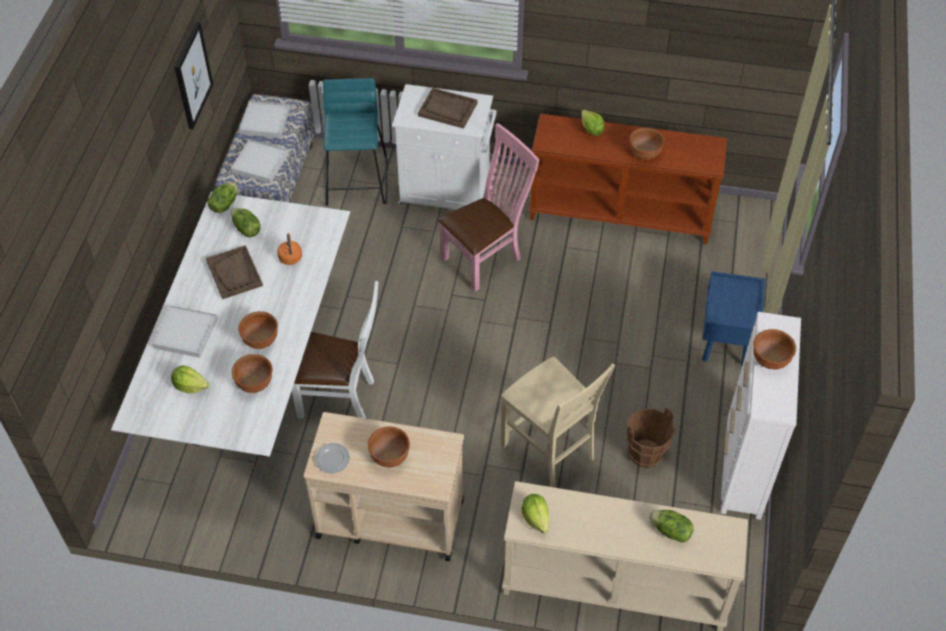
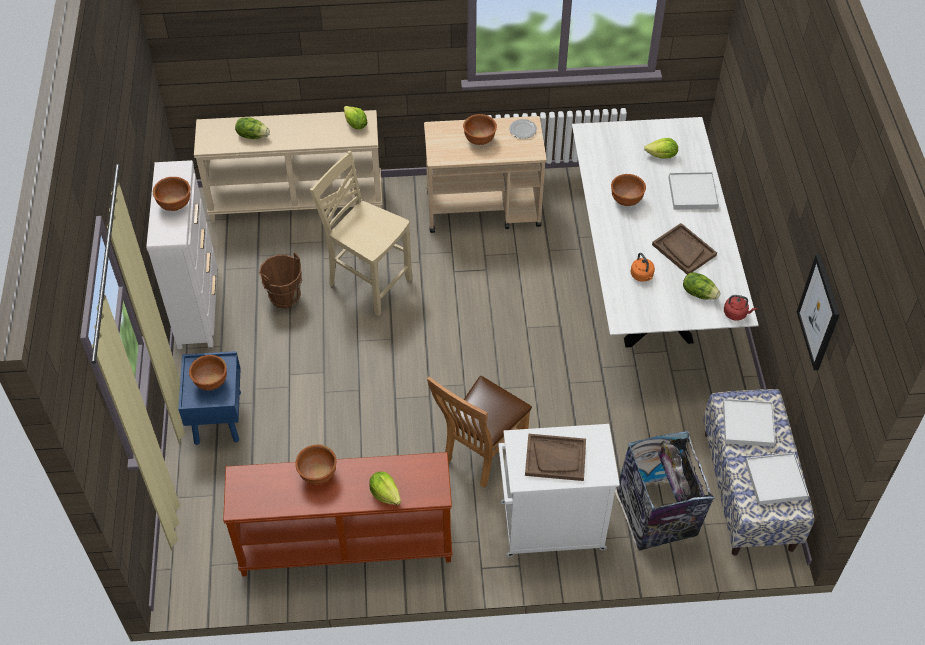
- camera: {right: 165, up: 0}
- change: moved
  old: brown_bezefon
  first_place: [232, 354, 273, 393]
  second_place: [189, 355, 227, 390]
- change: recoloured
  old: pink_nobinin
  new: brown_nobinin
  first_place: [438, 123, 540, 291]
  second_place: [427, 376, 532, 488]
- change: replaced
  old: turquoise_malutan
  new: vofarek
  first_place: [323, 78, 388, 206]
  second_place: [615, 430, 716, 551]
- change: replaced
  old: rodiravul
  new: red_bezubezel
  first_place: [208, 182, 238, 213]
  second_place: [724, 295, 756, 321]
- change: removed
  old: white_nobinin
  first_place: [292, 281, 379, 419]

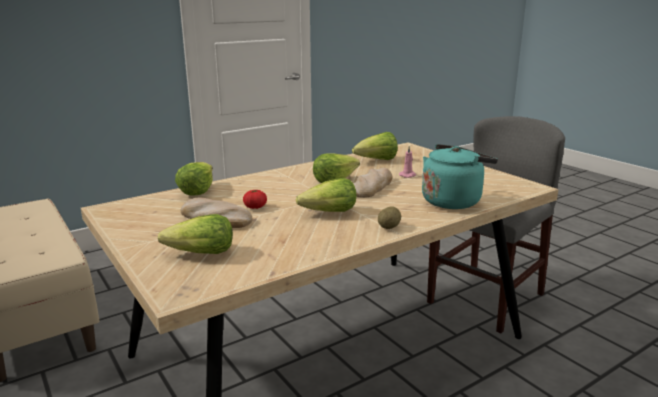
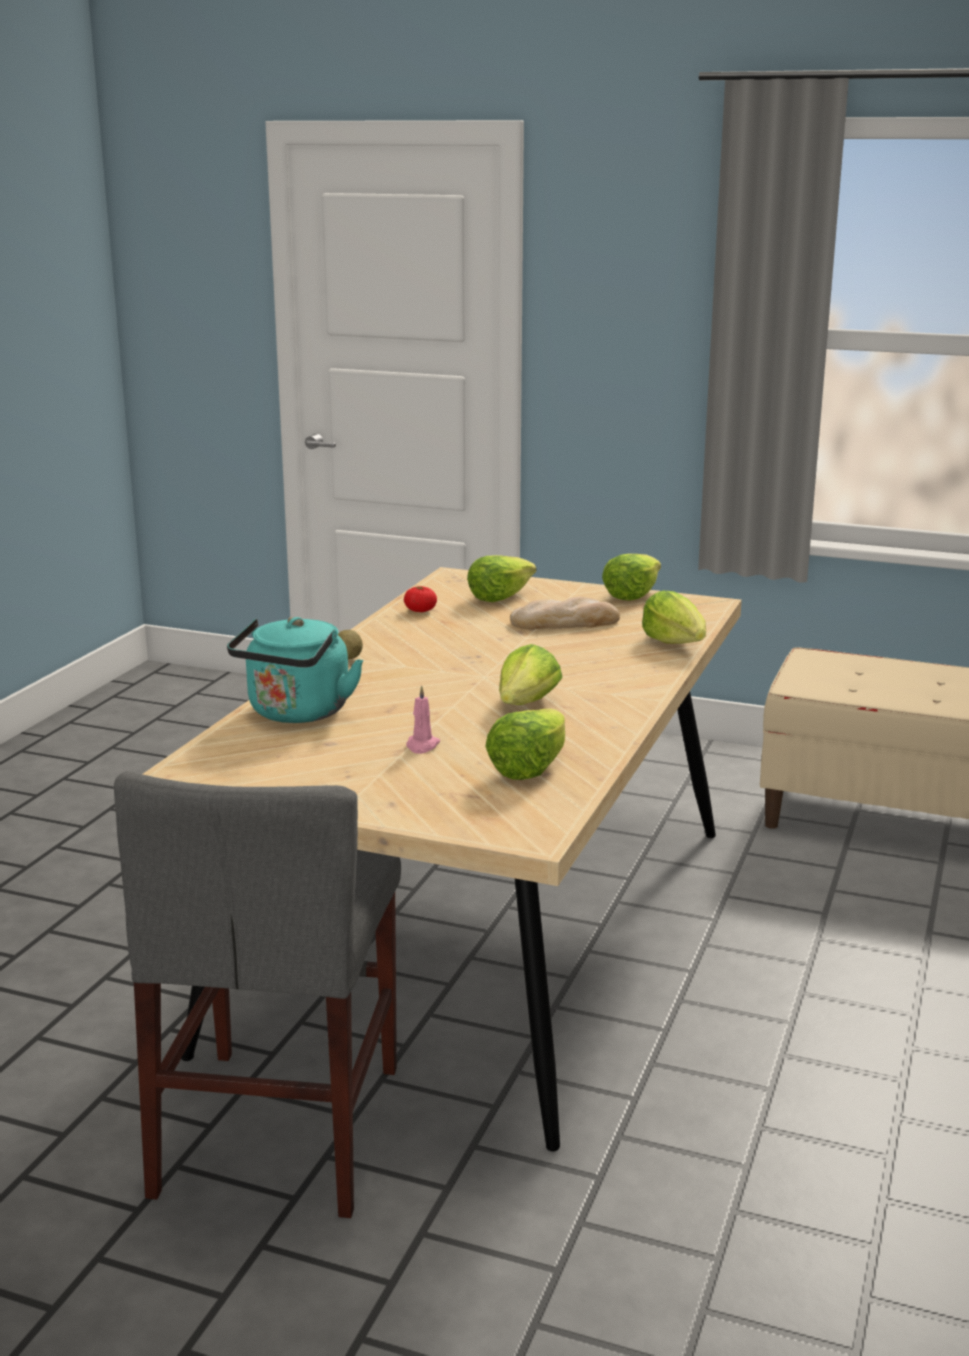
- camera: {right: 145, up: 0}
- change: moved
  old: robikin
  first_place: [243, 190, 267, 209]
  second_place: [404, 586, 437, 612]
- change: moved
  old: rodiravul
  first_place: [296, 178, 356, 212]
  second_place: [602, 554, 661, 600]
- change: removed
  old: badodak
  first_place: [353, 168, 393, 198]

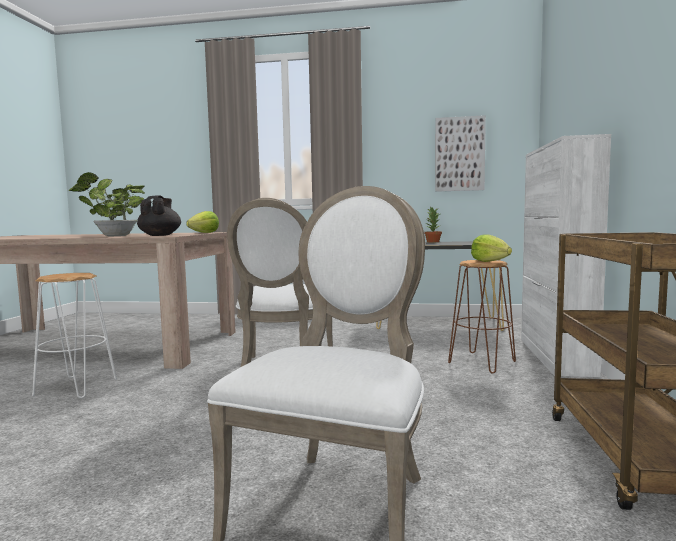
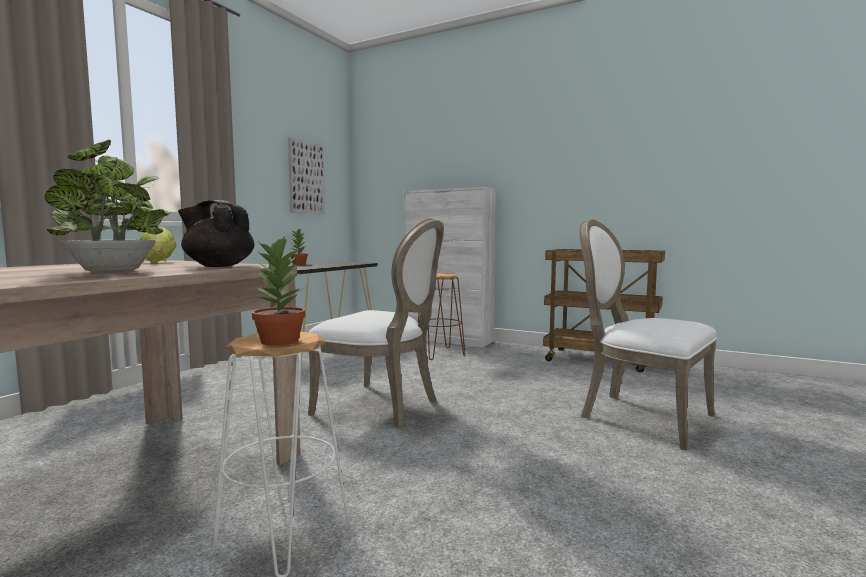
- camera: {right: -70, up: 0}
- change: added
  new: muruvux
  second_place: [252, 235, 305, 345]
- change: removed
  old: rodiravul
  first_place: [471, 234, 512, 262]

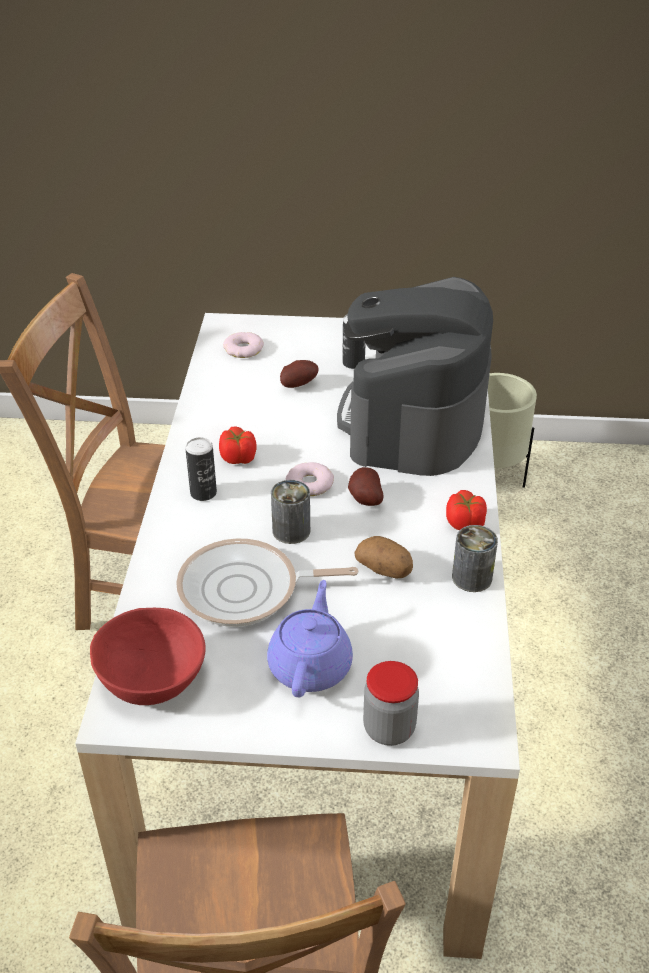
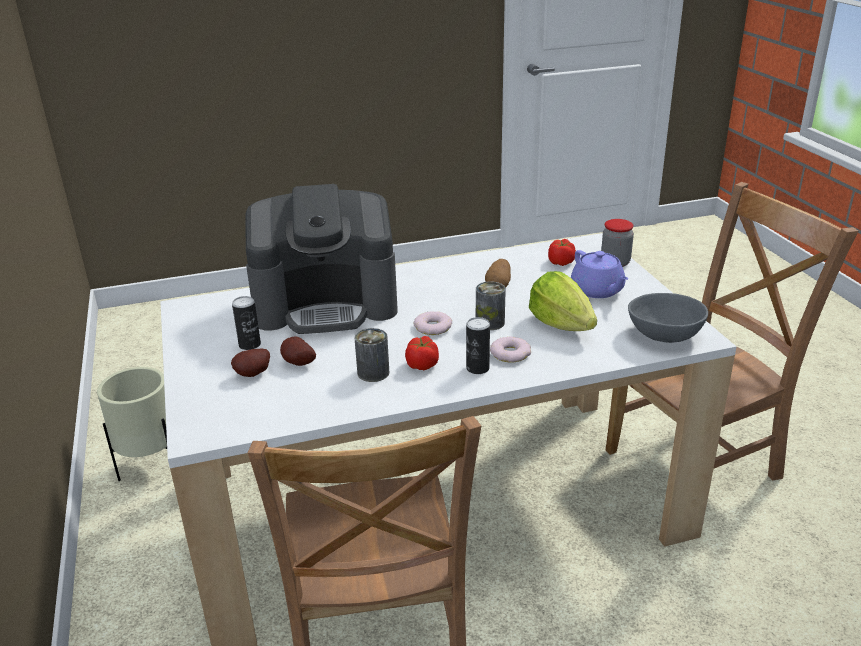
- camera: {right: -110, up: -10}
- change: moved
  old: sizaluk
  first_place: [348, 467, 384, 506]
  second_place: [231, 349, 270, 377]
- change: moved
  old: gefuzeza
  first_place: [452, 525, 498, 592]
  second_place: [355, 328, 389, 382]
- change: moved
  old: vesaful
  first_place: [223, 332, 264, 358]
  second_place: [490, 336, 531, 363]
- change: replaced
  old: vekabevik
  new: rodiravul
  first_place: [176, 538, 359, 627]
  second_place: [529, 271, 597, 331]
- change: moved
  old: robikin
  first_place: [446, 490, 487, 530]
  second_place: [548, 239, 576, 266]
- change: turned
  old: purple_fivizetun
  first_place: [267, 580, 353, 697]
  second_place: [571, 250, 628, 298]
  degrees: -105
- change: recoloured
  old: red_bezefon
  new: grey_bezefon
  first_place: [90, 608, 206, 705]
  second_place: [628, 293, 708, 343]

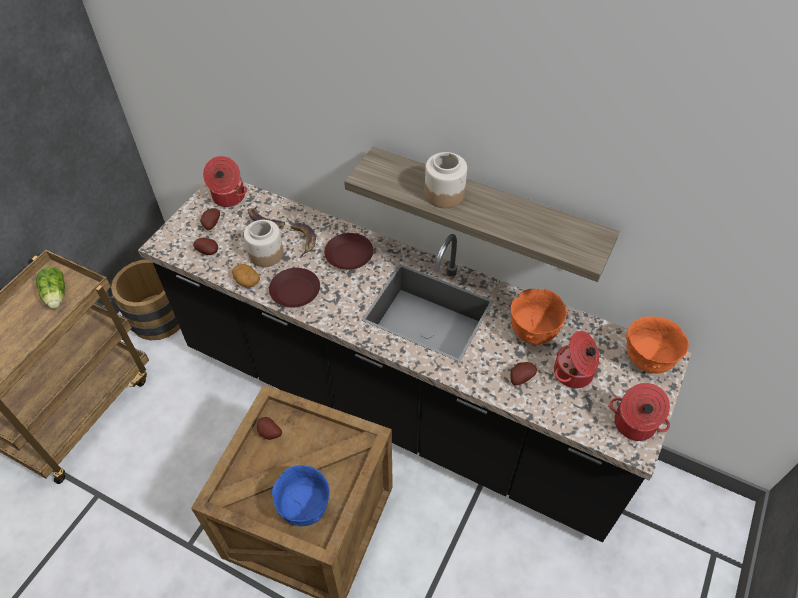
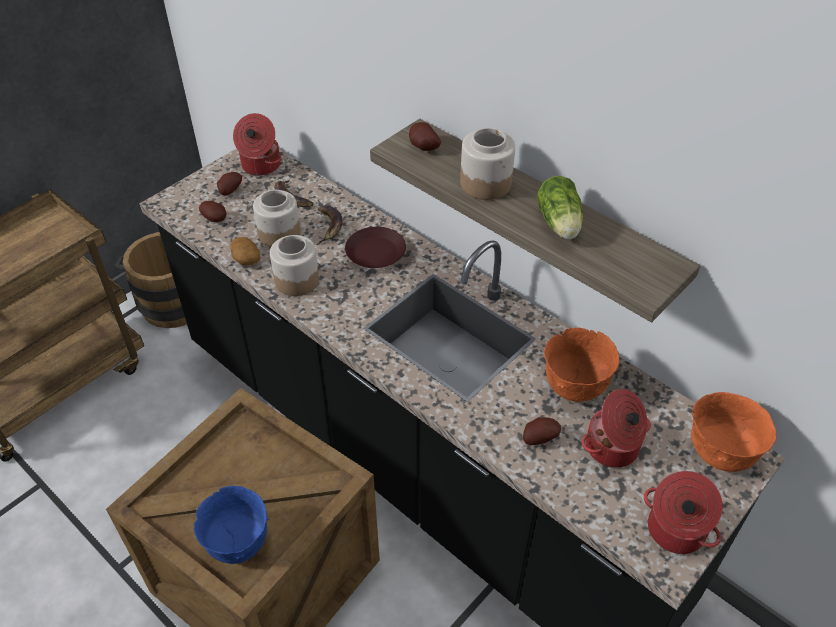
- camera: {right: 15, up: -5}
- change: replaced
  old: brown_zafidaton
  new: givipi
  first_place: [269, 268, 320, 308]
  second_place: [270, 235, 319, 296]
- change: moved
  old: sizaluk
  first_place: [257, 417, 282, 440]
  second_place: [409, 122, 441, 151]
- change: moved
  old: rodiravul
  first_place: [36, 267, 65, 308]
  second_place: [537, 176, 583, 239]

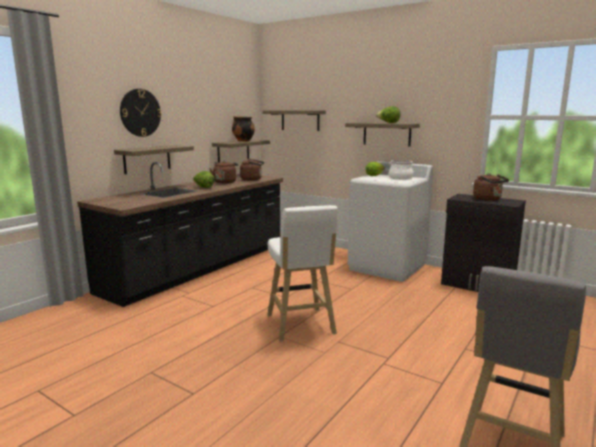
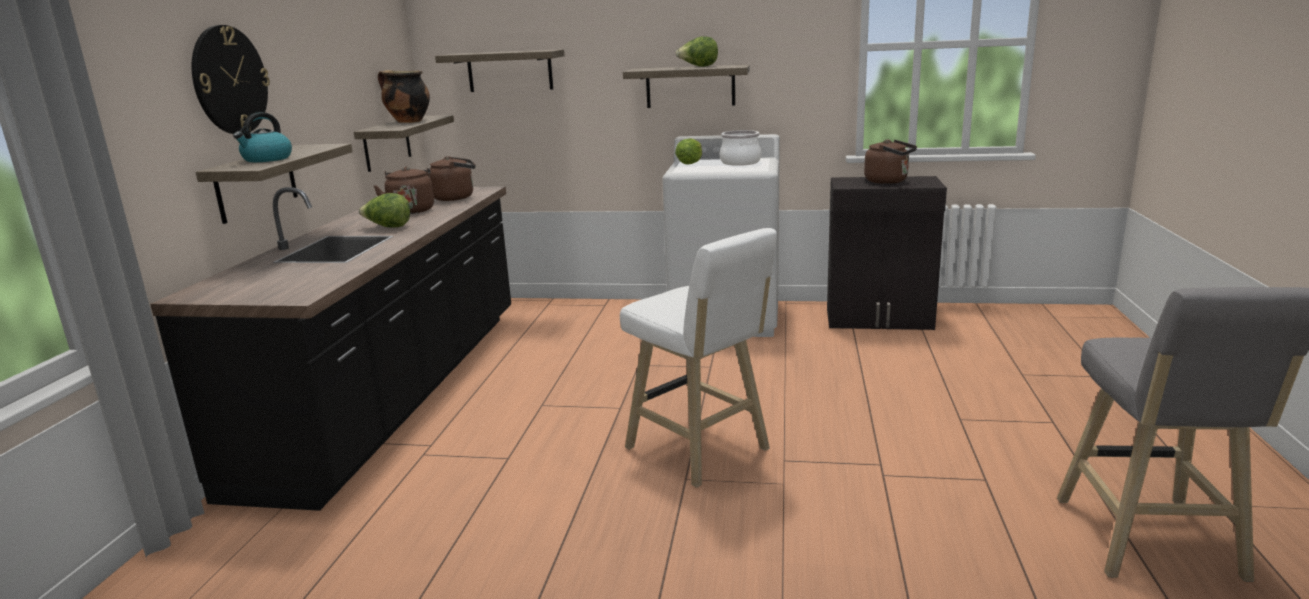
- camera: {right: -25, up: 5}
- change: added
  new: bezubezel
  second_place: [233, 112, 292, 162]

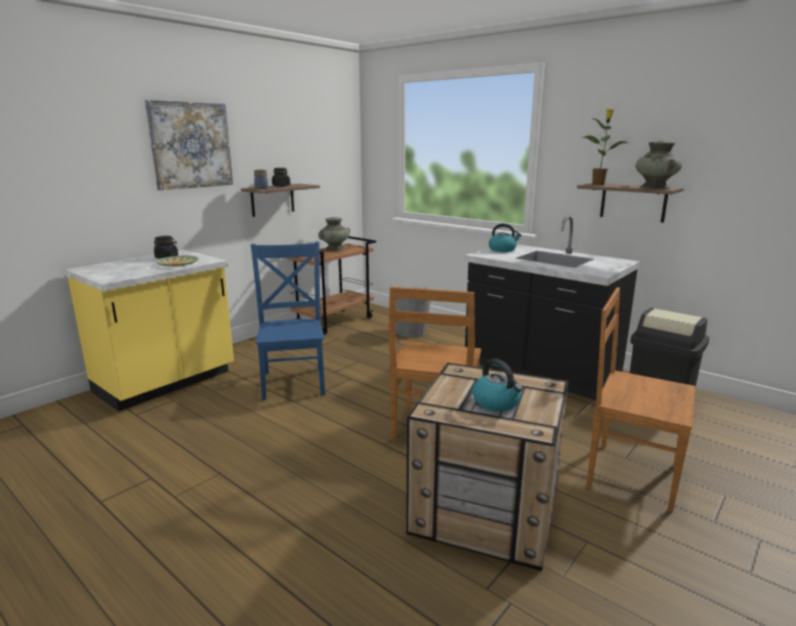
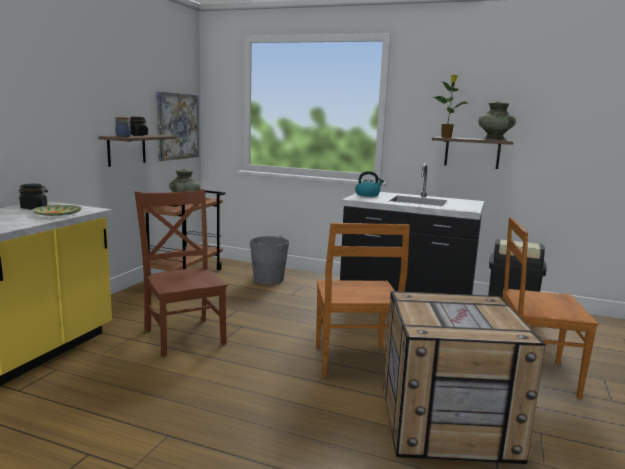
- camera: {right: -20, up: -5}
- change: recoloured
  old: blue_nobinin
  new: brown_nobinin
  first_place: [251, 241, 325, 400]
  second_place: [135, 189, 228, 357]
- change: moved
  old: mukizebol
  first_place: [145, 100, 233, 190]
  second_place: [156, 92, 199, 161]
- change: removed
  old: bezubezel
  first_place: [473, 359, 523, 411]

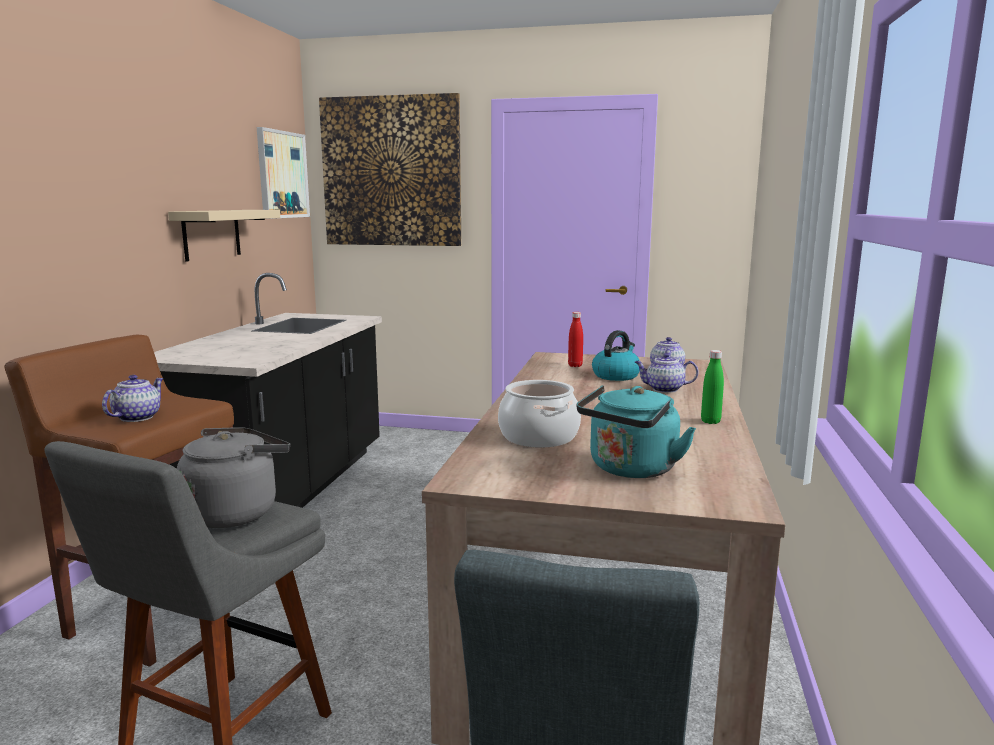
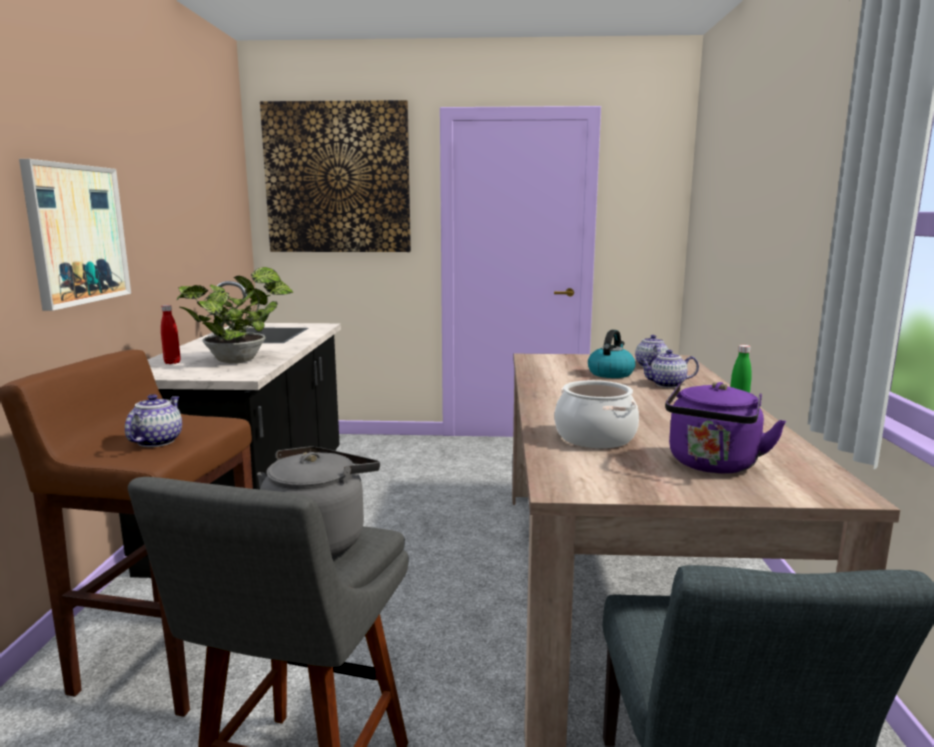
- camera: {right: -10, up: 0}
- change: moved
  old: mukizebol
  first_place: [257, 127, 310, 219]
  second_place: [19, 159, 131, 311]
- change: moved
  old: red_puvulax
  first_place: [568, 312, 583, 367]
  second_place: [161, 305, 181, 364]
- change: added
  new: muruvux
  second_place: [177, 267, 293, 363]
- change: recoloured
  old: turquoise_bezubezel
  new: purple_bezubezel
  first_place: [577, 385, 696, 478]
  second_place: [665, 382, 786, 474]
- change: removed
  old: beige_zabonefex
  first_place: [168, 210, 280, 262]

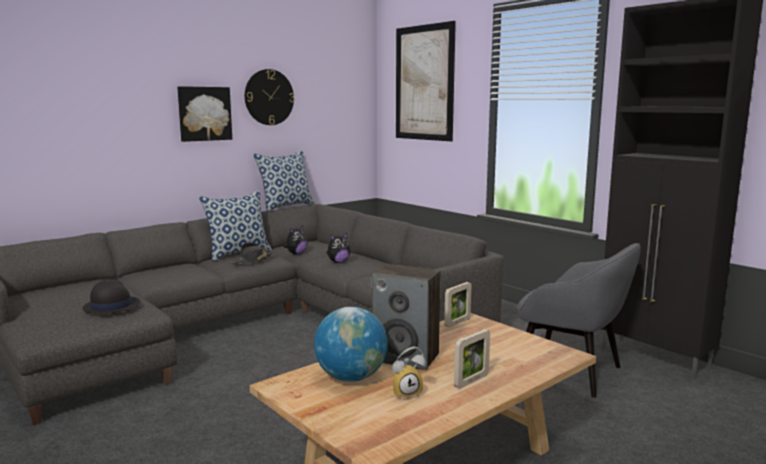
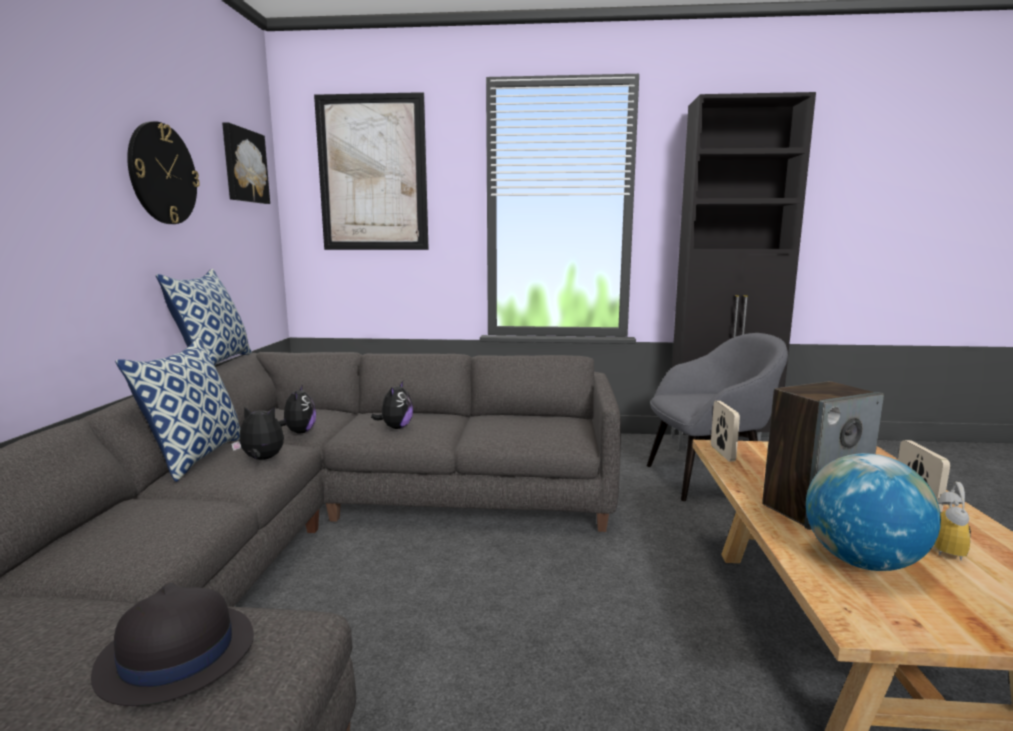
- camera: {right: -45, up: 0}
- change: moved
  old: mukizebol
  first_place: [177, 86, 232, 142]
  second_place: [222, 122, 270, 204]
- change: replaced
  old: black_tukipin
  new: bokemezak
  first_place: [230, 242, 275, 265]
  second_place: [231, 406, 284, 460]

